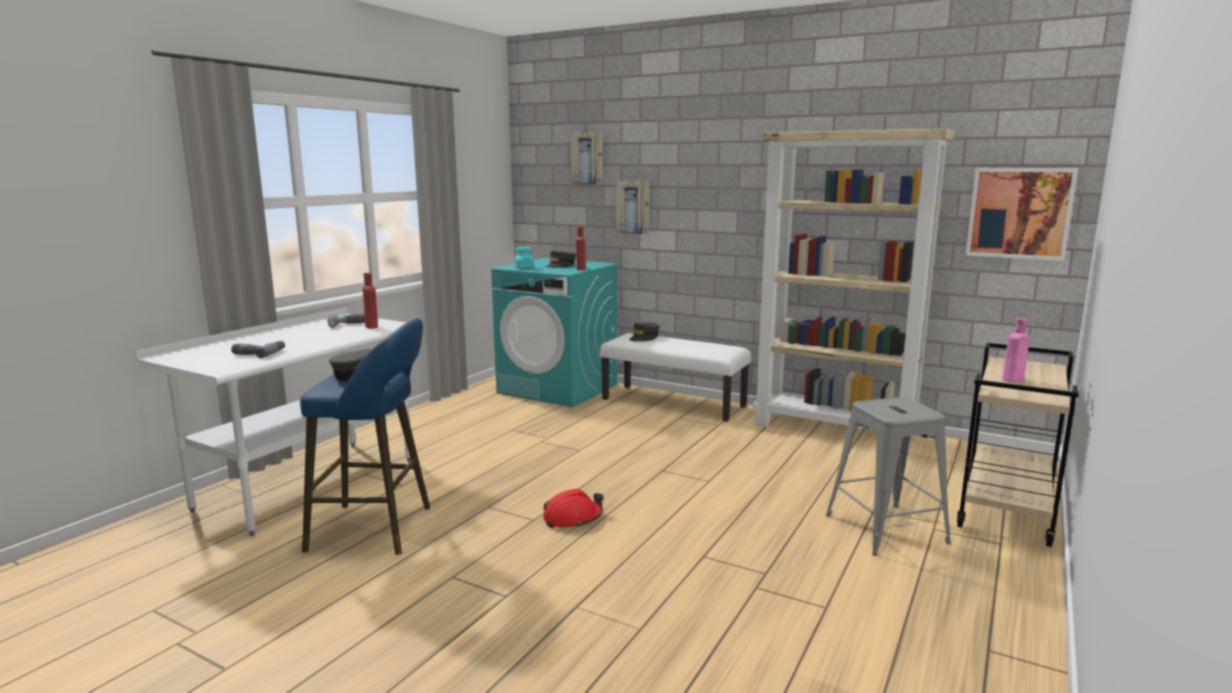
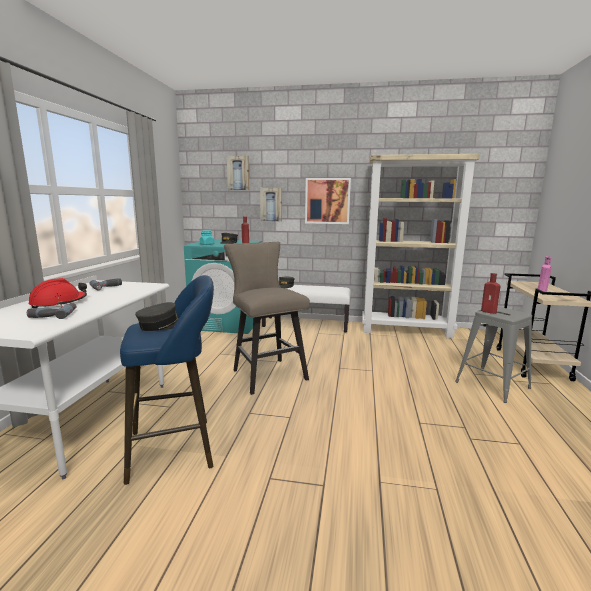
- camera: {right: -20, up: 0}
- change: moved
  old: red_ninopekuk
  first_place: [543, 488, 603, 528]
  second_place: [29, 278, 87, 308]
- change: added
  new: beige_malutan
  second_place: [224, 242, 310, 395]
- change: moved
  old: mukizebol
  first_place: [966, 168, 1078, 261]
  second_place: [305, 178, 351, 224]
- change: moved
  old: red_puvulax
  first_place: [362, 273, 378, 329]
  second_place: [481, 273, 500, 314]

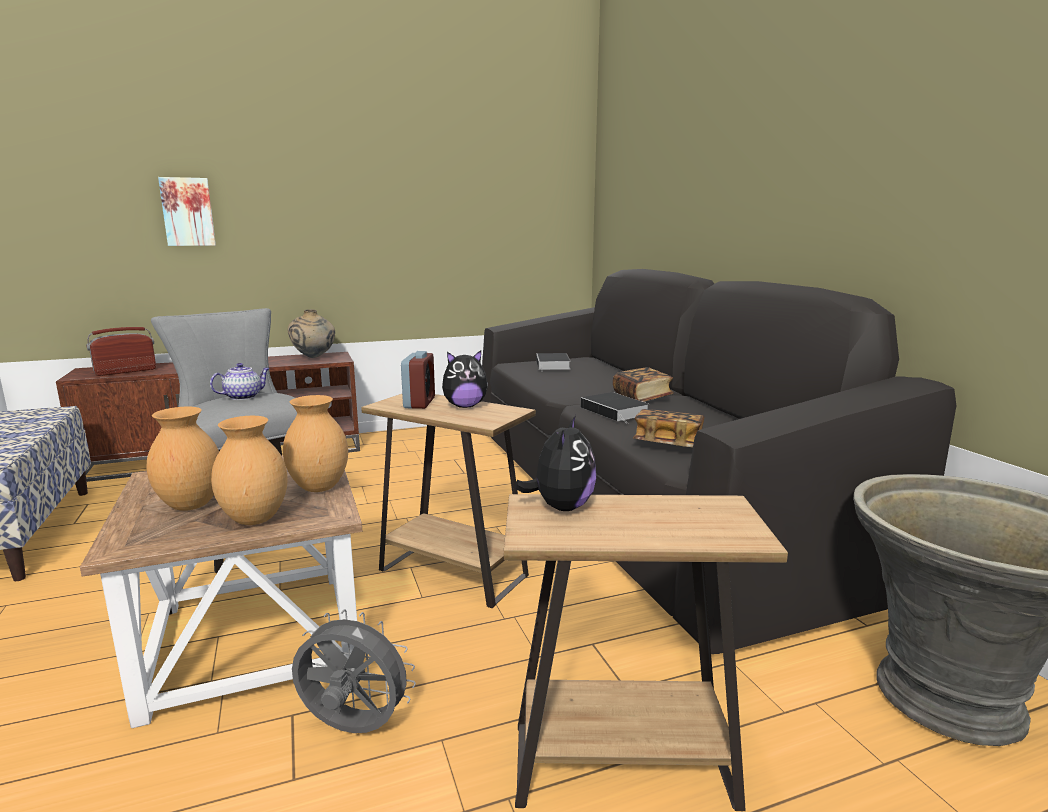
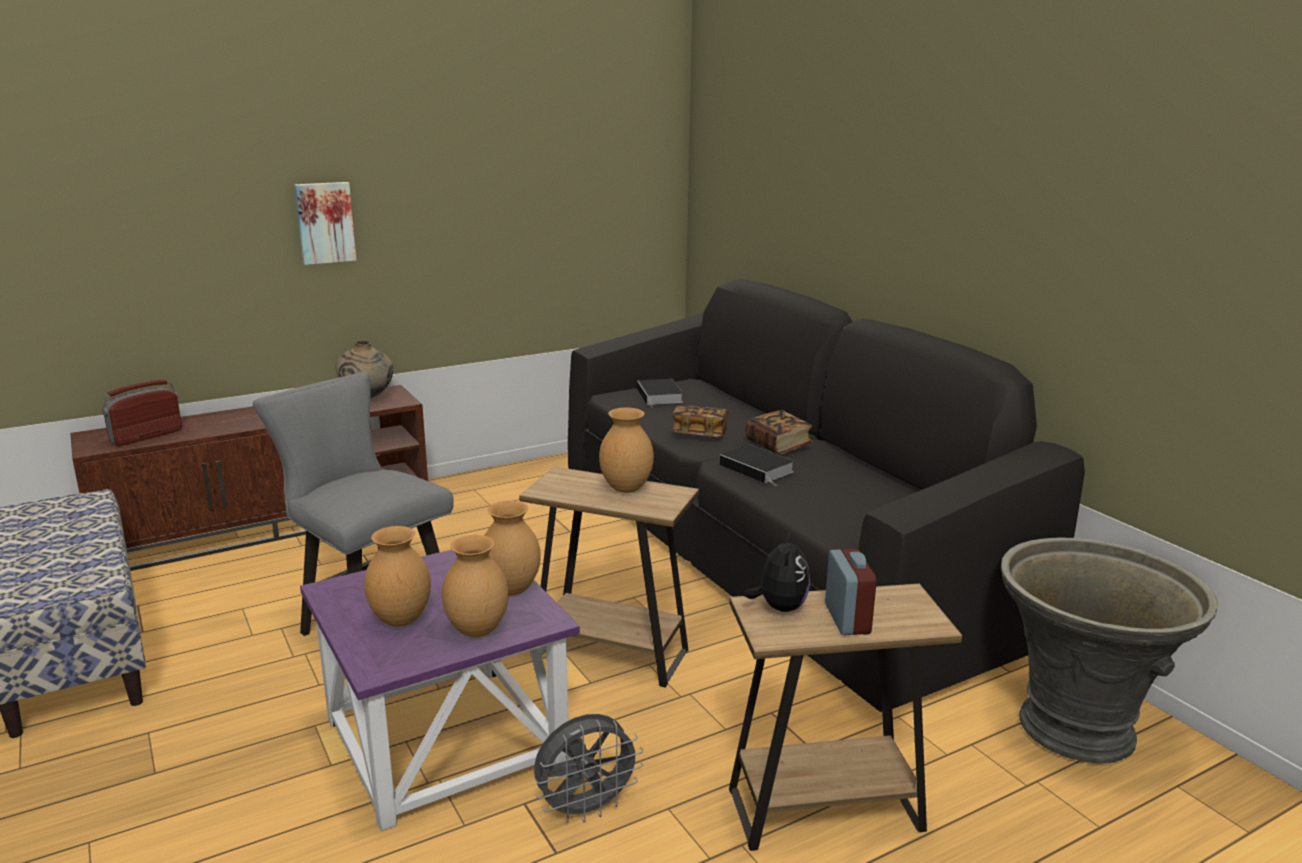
- camera: {right: -10, up: 5}
- change: moved
  old: mukizebol
  first_place: [158, 177, 216, 246]
  second_place: [294, 182, 357, 265]
- change: recoloured
  old: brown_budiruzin
  new: purple_budiruzin
  first_place: [80, 456, 362, 728]
  second_place: [300, 550, 580, 831]
- change: turned
  old: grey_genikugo
  first_place: [292, 609, 416, 733]
  second_place: [534, 714, 643, 823]
  degrees: 150
- change: replaced
  old: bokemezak
  new: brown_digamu
  first_place: [442, 350, 488, 408]
  second_place: [599, 408, 654, 493]
- change: moved
  old: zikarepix
  first_place: [633, 409, 705, 448]
  second_place: [671, 405, 728, 437]
- change: moved
  old: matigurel
  first_place: [401, 351, 435, 409]
  second_place: [825, 549, 877, 635]
- change: removed
  old: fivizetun
  first_place: [210, 363, 270, 400]

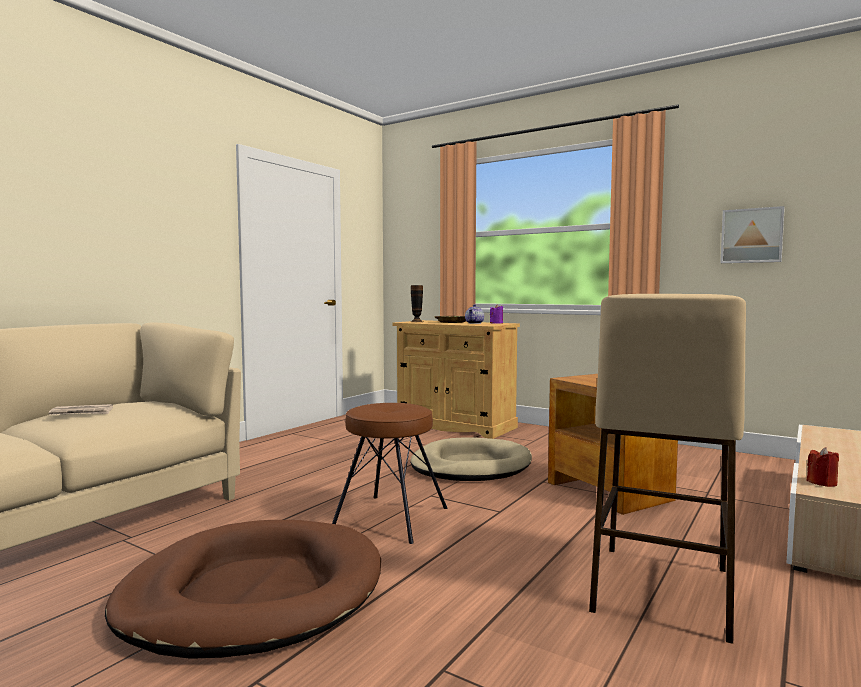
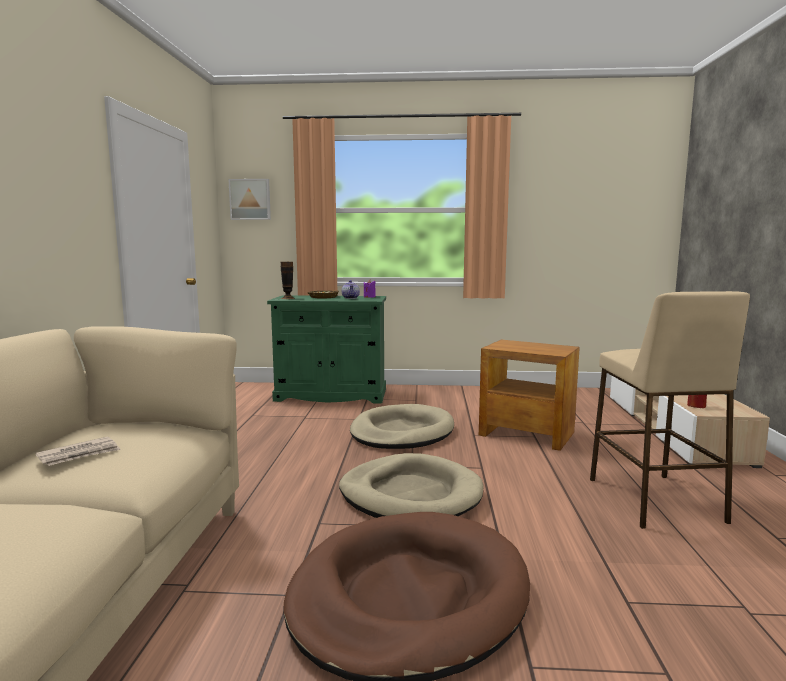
- camera: {right: -30, up: 5}
- change: moved
  old: mukizebol
  first_place: [720, 206, 785, 263]
  second_place: [228, 179, 271, 220]
- change: recoloured
  old: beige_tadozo
  new: green_tadozo
  first_place: [393, 320, 520, 439]
  second_place: [267, 295, 386, 404]
- change: replaced
  old: brown_malutan
  new: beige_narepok
  first_place: [332, 403, 447, 544]
  second_place: [339, 453, 483, 518]

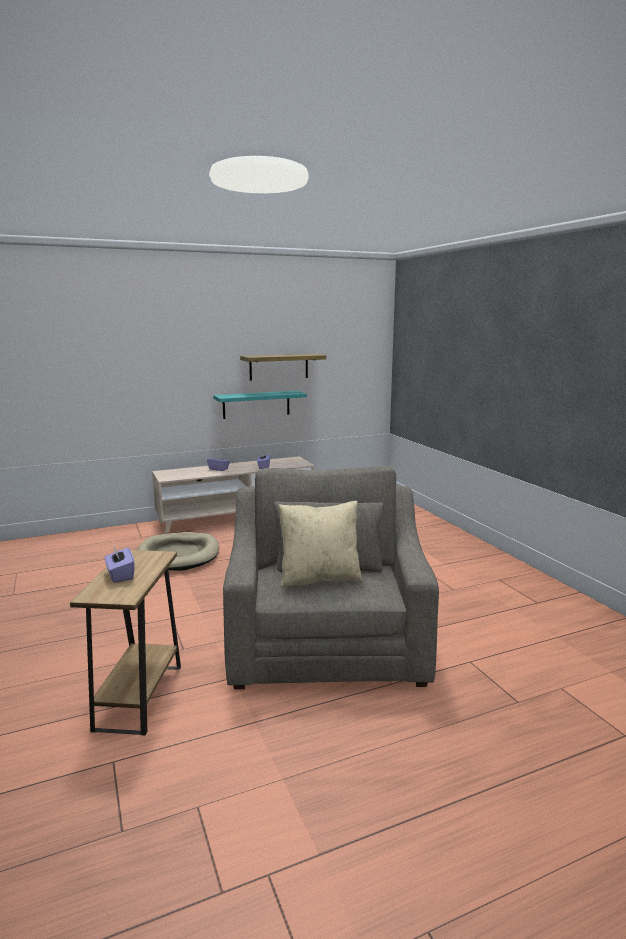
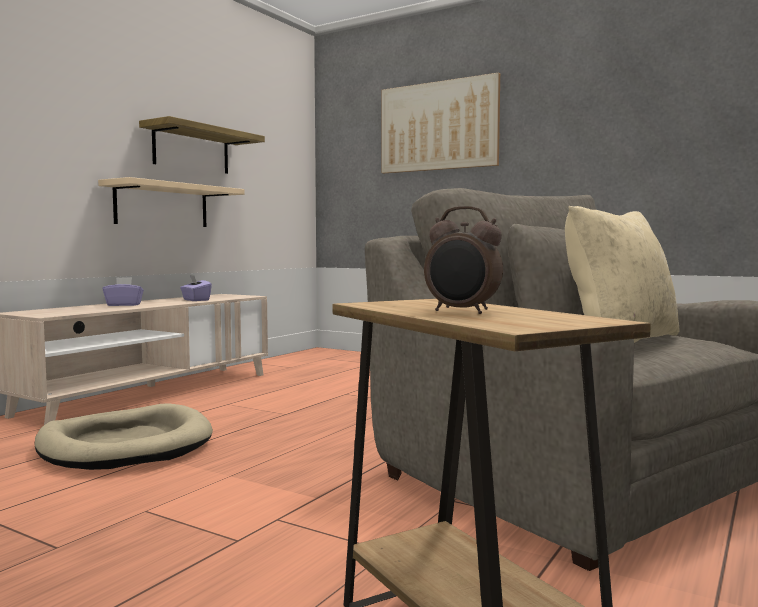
- camera: {right: -35, up: -10}
- change: recoloured
  old: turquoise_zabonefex
  new: beige_zabonefex
  first_place: [213, 391, 307, 419]
  second_place: [98, 177, 245, 227]
- change: added
  new: mukizebol
  second_place: [382, 72, 500, 173]
- change: replaced
  old: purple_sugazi
  new: matigurel
  first_place: [105, 545, 134, 583]
  second_place: [424, 206, 503, 314]

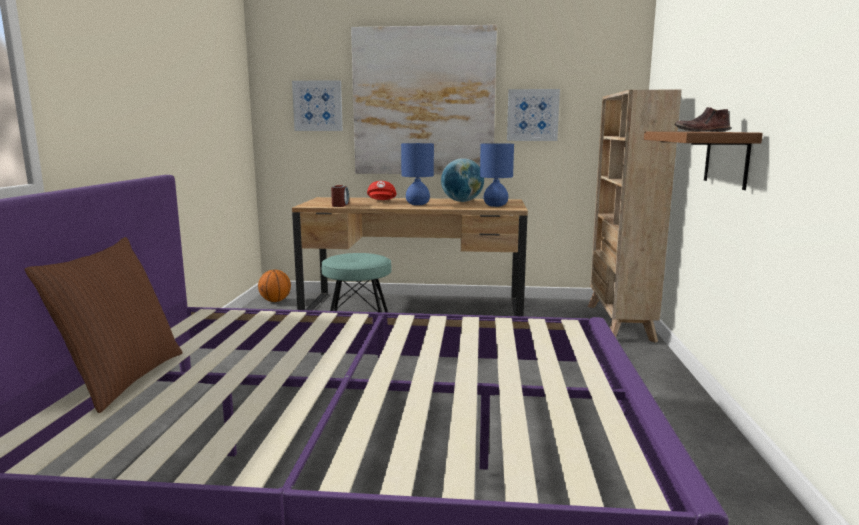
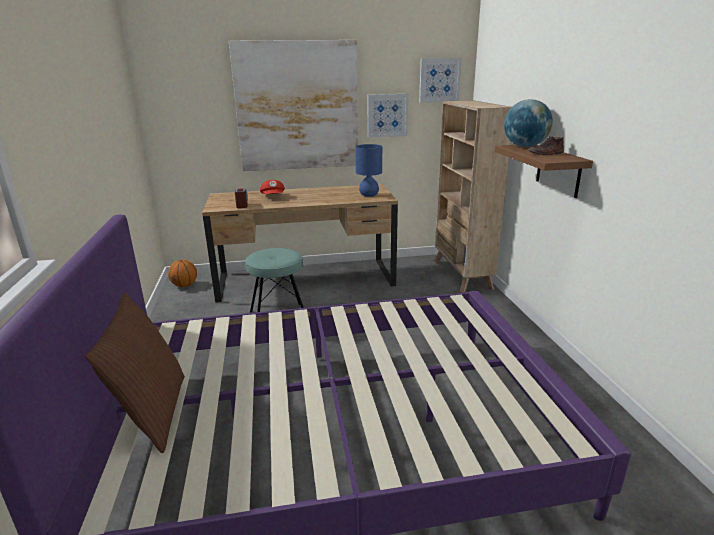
- camera: {right: -15, up: 10}
- change: moved
  old: mukizebol
  first_place: [292, 80, 343, 131]
  second_place: [419, 58, 462, 103]
- change: moved
  old: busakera
  first_place: [441, 158, 484, 202]
  second_place: [504, 99, 553, 147]
- change: removed
  old: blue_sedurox
  first_place: [401, 143, 434, 205]

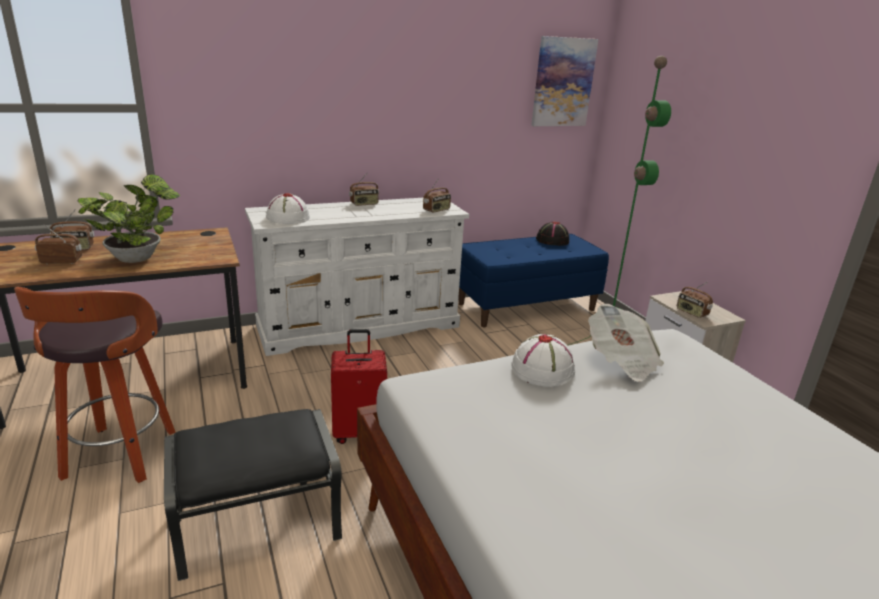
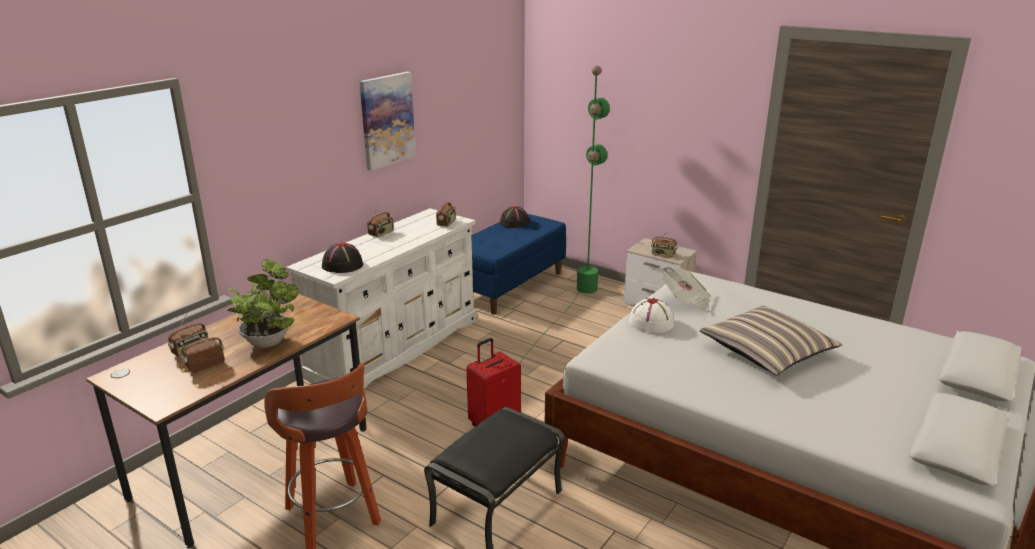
- camera: {right: -30, up: 0}
- change: recoloured
  old: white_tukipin
  new: black_tukipin
  first_place: [266, 193, 310, 224]
  second_place: [322, 243, 363, 273]
- change: moved
  old: mukizebol
  first_place: [531, 36, 599, 126]
  second_place: [360, 72, 416, 171]
- change: added
  new: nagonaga
  second_place: [700, 305, 842, 375]

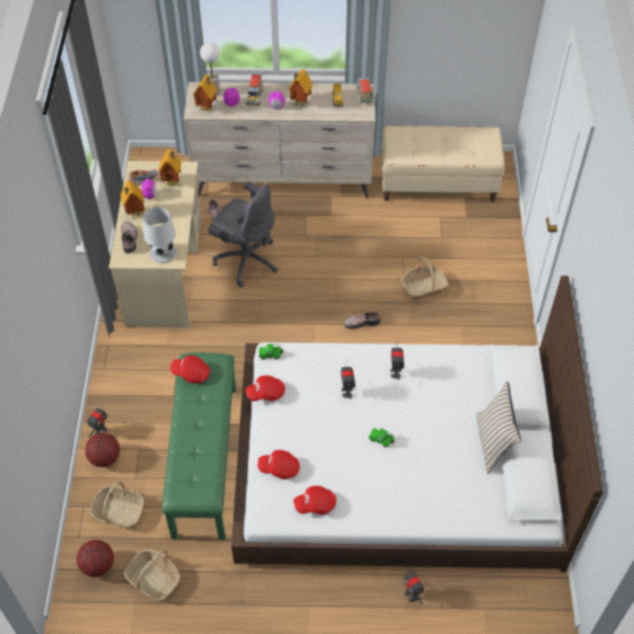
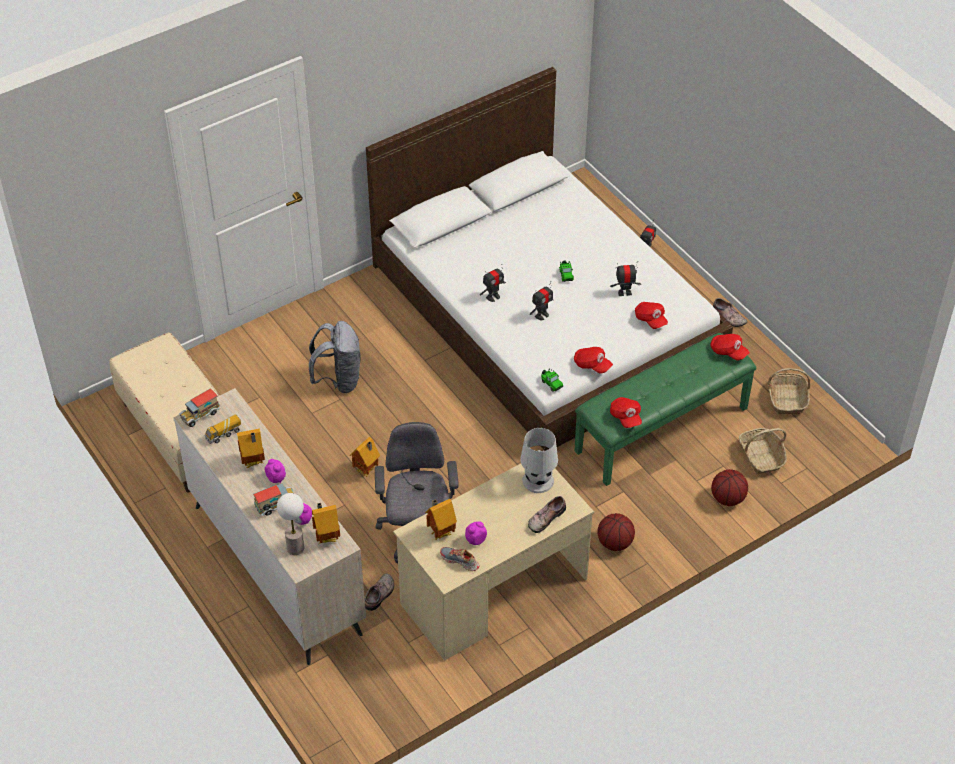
- camera: {right: -125, up: -5}
- change: replaced
  old: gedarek
  new: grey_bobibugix
  first_place: [401, 256, 449, 300]
  second_place: [309, 321, 360, 393]
- change: moved
  old: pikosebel
  first_place: [120, 180, 145, 219]
  second_place: [350, 437, 380, 477]
- change: moved
  old: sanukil
  first_place: [77, 540, 114, 577]
  second_place: [597, 513, 635, 551]
- change: moved
  old: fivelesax
  first_place: [87, 404, 108, 437]
  second_place: [610, 261, 641, 296]
- change: moved
  old: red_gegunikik
  first_place: [293, 486, 336, 515]
  second_place: [710, 334, 750, 361]
- change: moved
  old: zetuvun
  first_place: [344, 311, 381, 329]
  second_place: [713, 298, 747, 327]
- change: removed
  old: beige_nagonaga
  first_place: [476, 381, 521, 474]

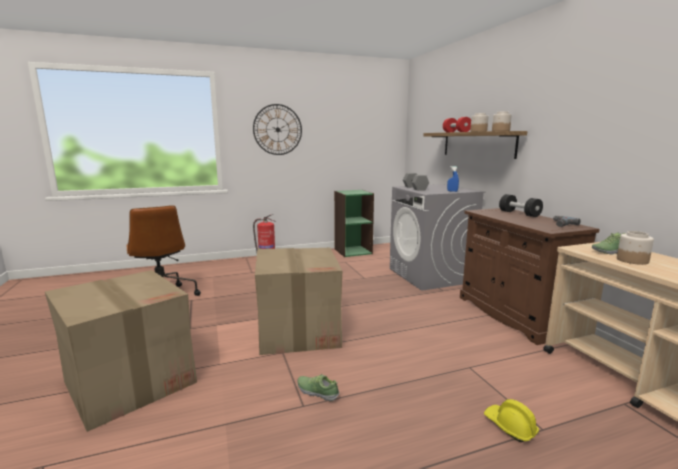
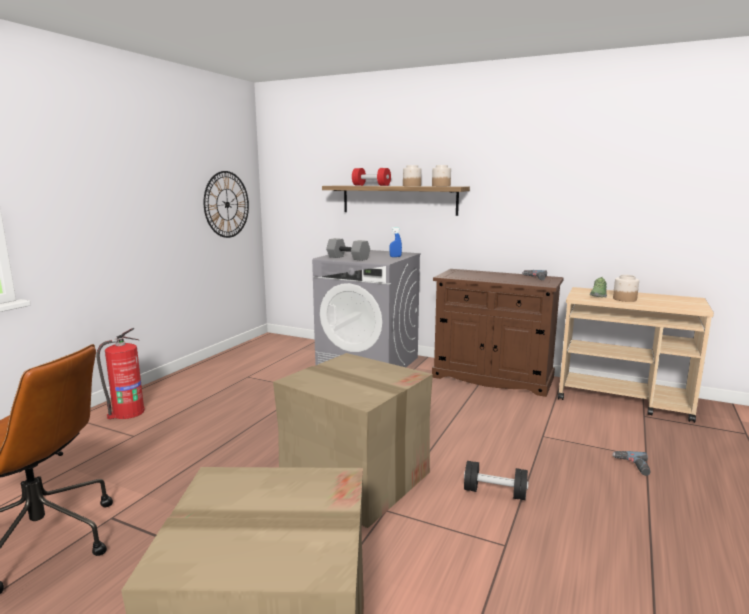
- camera: {right: -45, up: 0}
- change: moved
  old: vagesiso
  first_place: [253, 104, 302, 155]
  second_place: [204, 171, 249, 238]
- change: moved
  old: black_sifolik
  first_place: [499, 194, 543, 217]
  second_place: [464, 461, 528, 500]
- change: replaced
  old: yellow_ninopekuk
  new: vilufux
  first_place: [484, 399, 539, 442]
  second_place: [612, 451, 651, 476]
- change: removed
  old: zetuvun
  first_place: [298, 374, 340, 401]
- change: removed
  old: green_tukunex
  first_place: [334, 190, 374, 257]

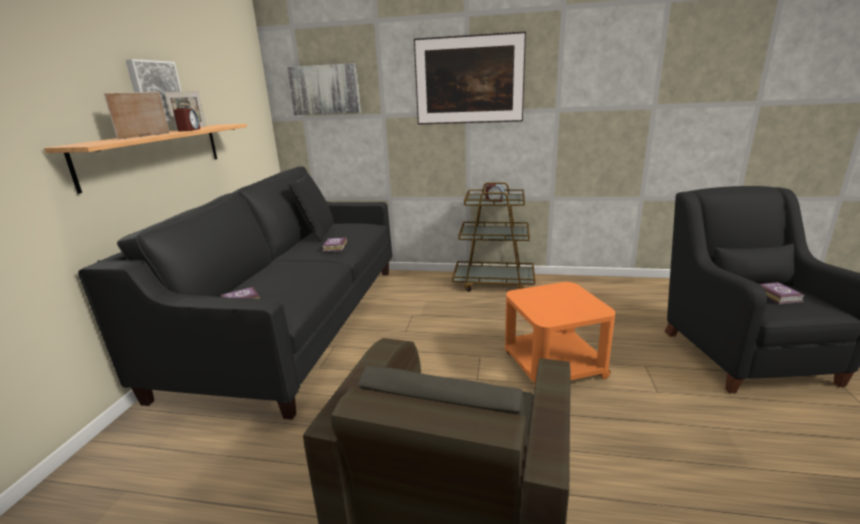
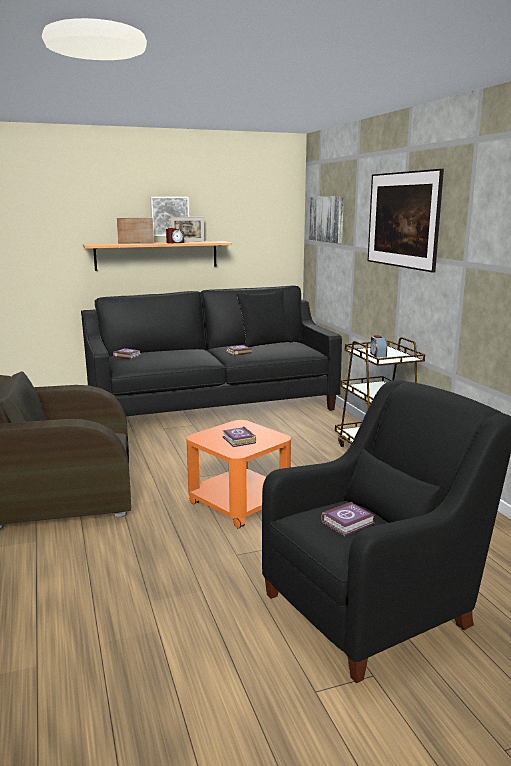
- camera: {right: 60, up: -5}
- change: added
  new: zikarepix
  second_place: [222, 427, 256, 447]

